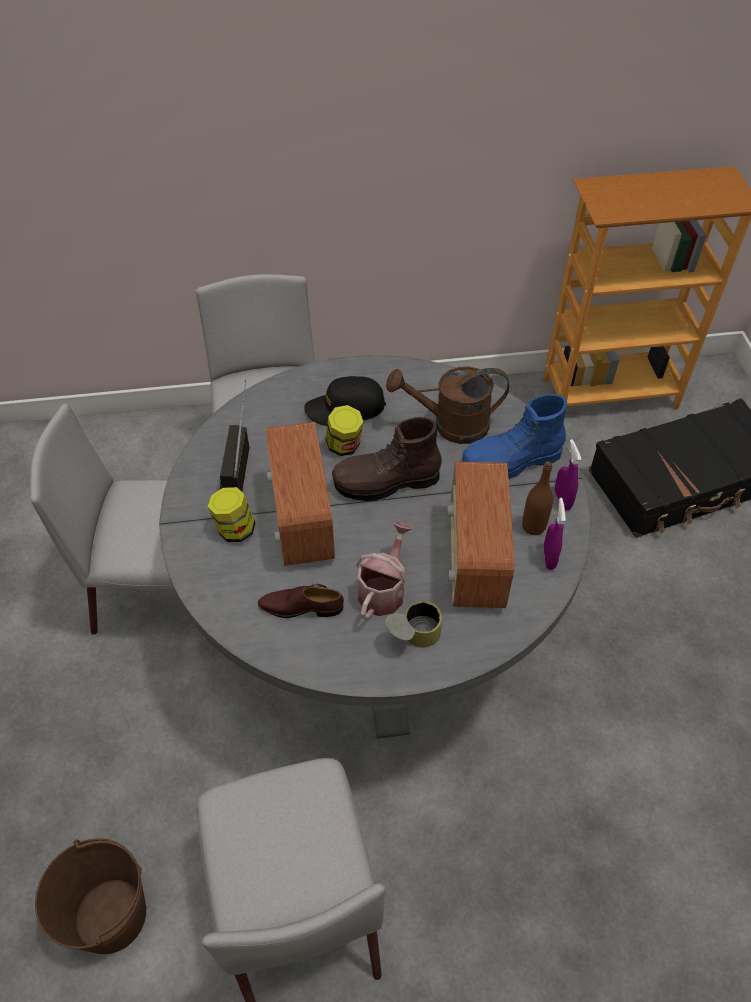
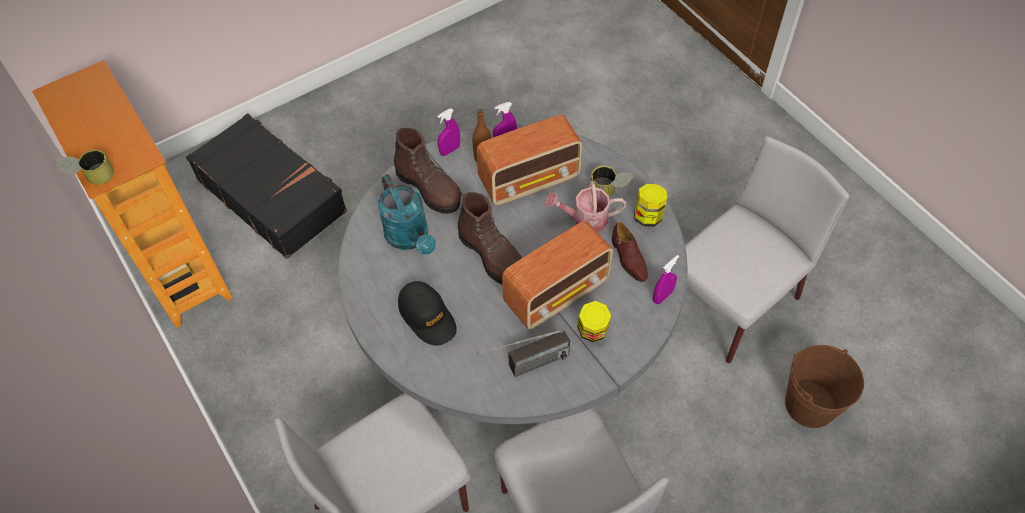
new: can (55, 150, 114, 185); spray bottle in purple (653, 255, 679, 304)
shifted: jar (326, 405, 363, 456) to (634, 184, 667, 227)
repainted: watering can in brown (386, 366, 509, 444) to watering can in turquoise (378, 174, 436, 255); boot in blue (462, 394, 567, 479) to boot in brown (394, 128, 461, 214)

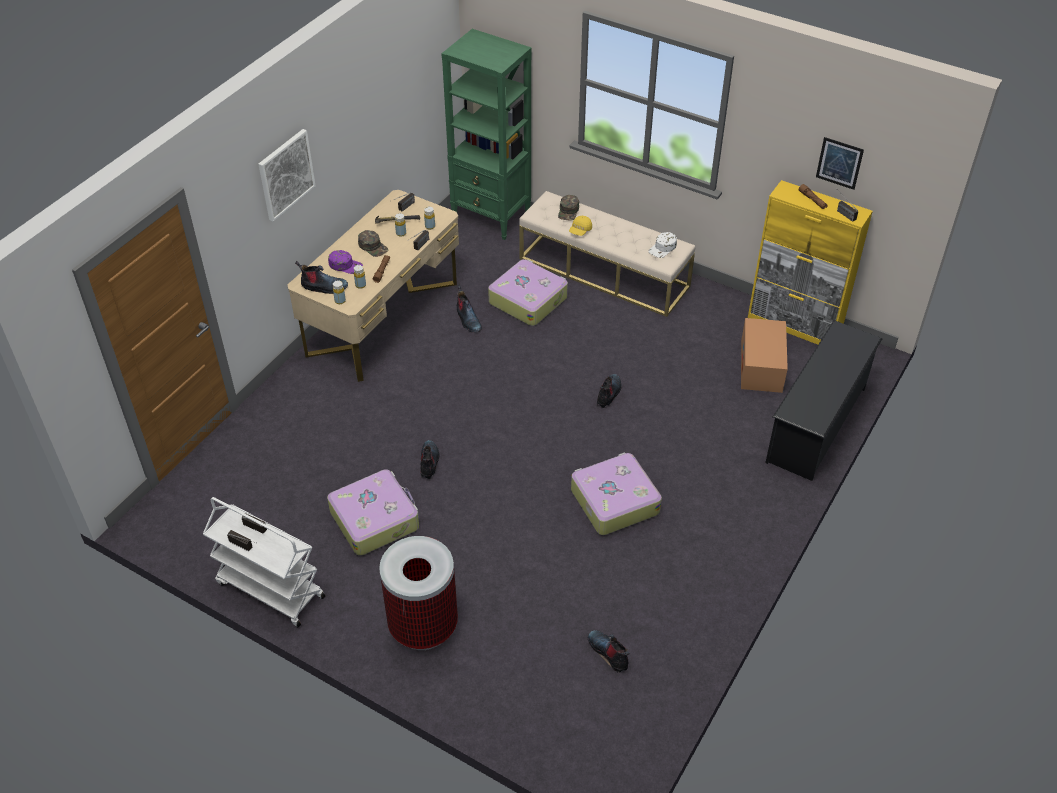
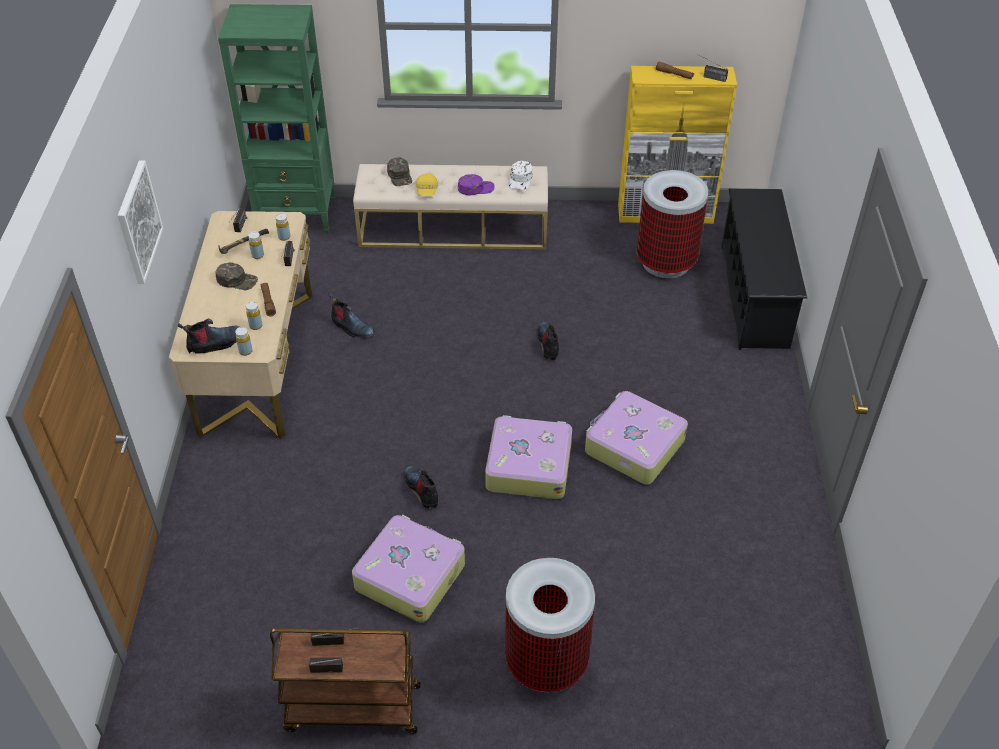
gone: boot (588, 630, 630, 673); picture (816, 137, 864, 190)
shifted: cap in purple (328, 250, 363, 274) to (458, 174, 495, 195); suitcase (488, 259, 568, 326) to (485, 415, 572, 499)
swapped: cardboard box (741, 318, 788, 393) to trash can (637, 170, 708, 278)
repainted: cart in white (203, 497, 325, 627) to cart in brown (270, 628, 421, 734)

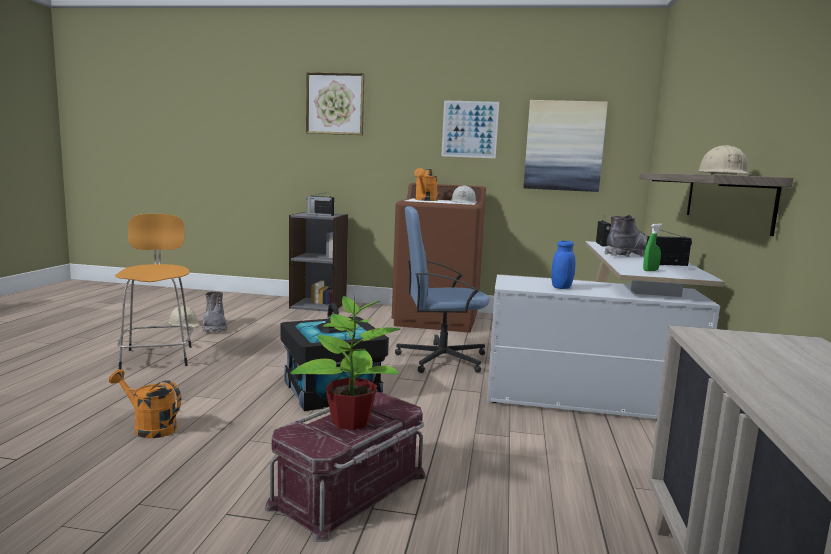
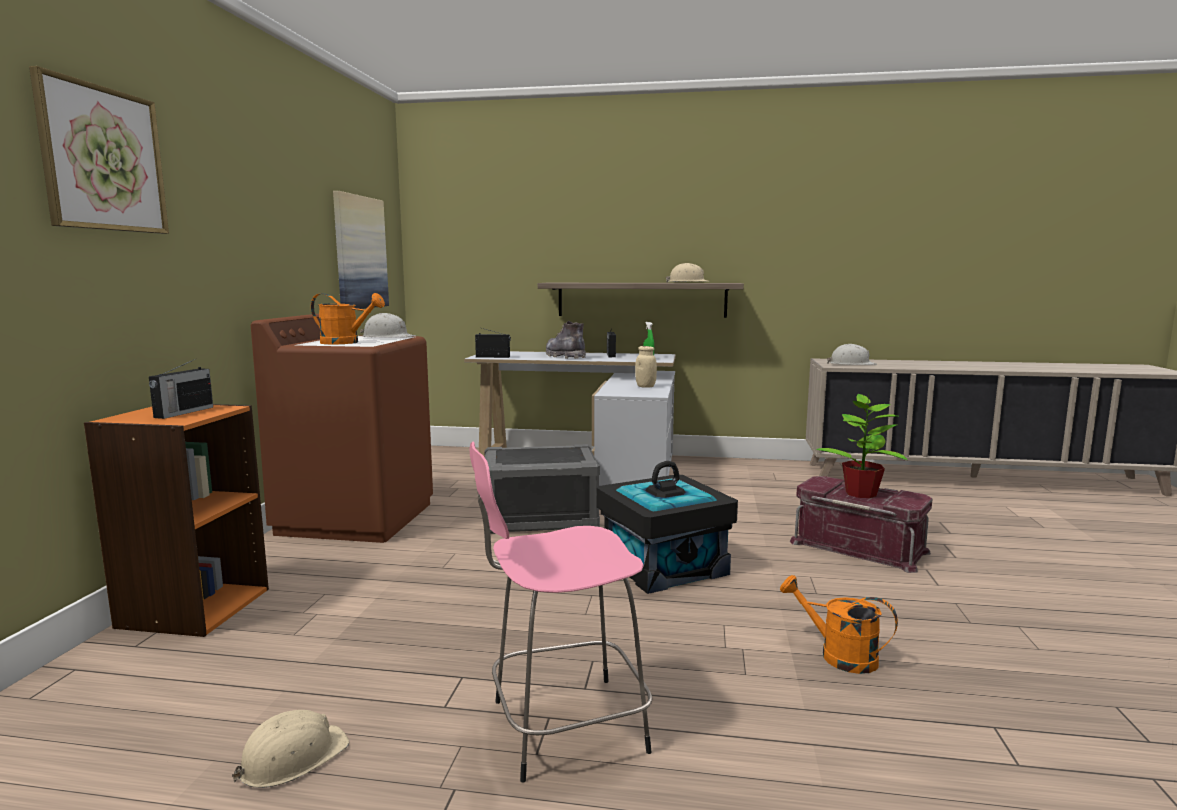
gone: boot in grey (202, 292, 227, 332); picture (441, 100, 499, 158)
new: hard hat in white (827, 344, 877, 365)
swapped: office chair in blue (395, 206, 490, 373) to storage box in grey (485, 444, 600, 534)
repainted: stool in orange (115, 214, 193, 369) to stool in pink (469, 442, 652, 783); bookcase in grey (289, 212, 348, 312) to bookcase in orange (84, 404, 269, 637); jar in blue (551, 241, 575, 289) to jar in beige (635, 346, 657, 388)
rotated: watering can in orange (109, 369, 181, 438) = (780, 575, 898, 674) 105 degrees clockwise

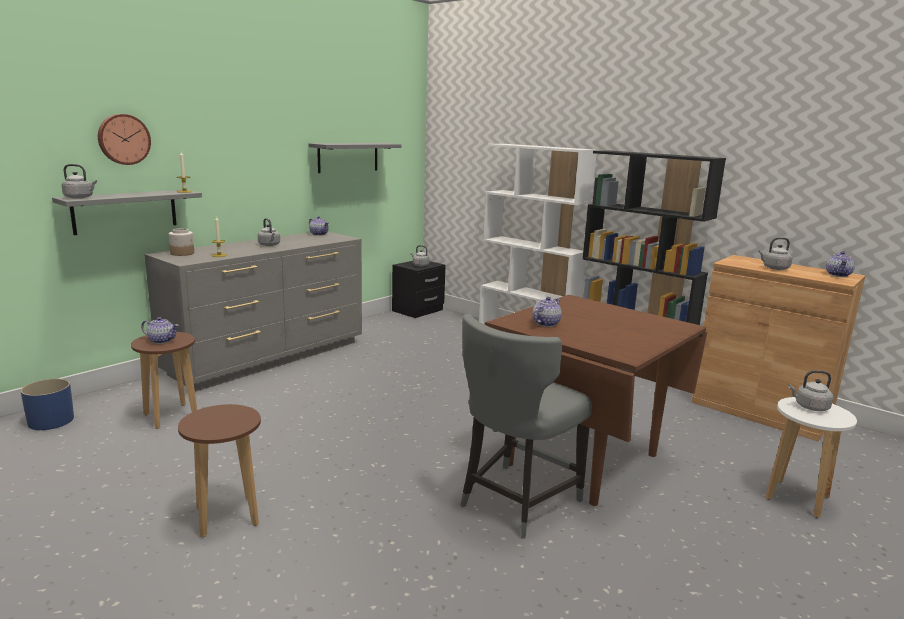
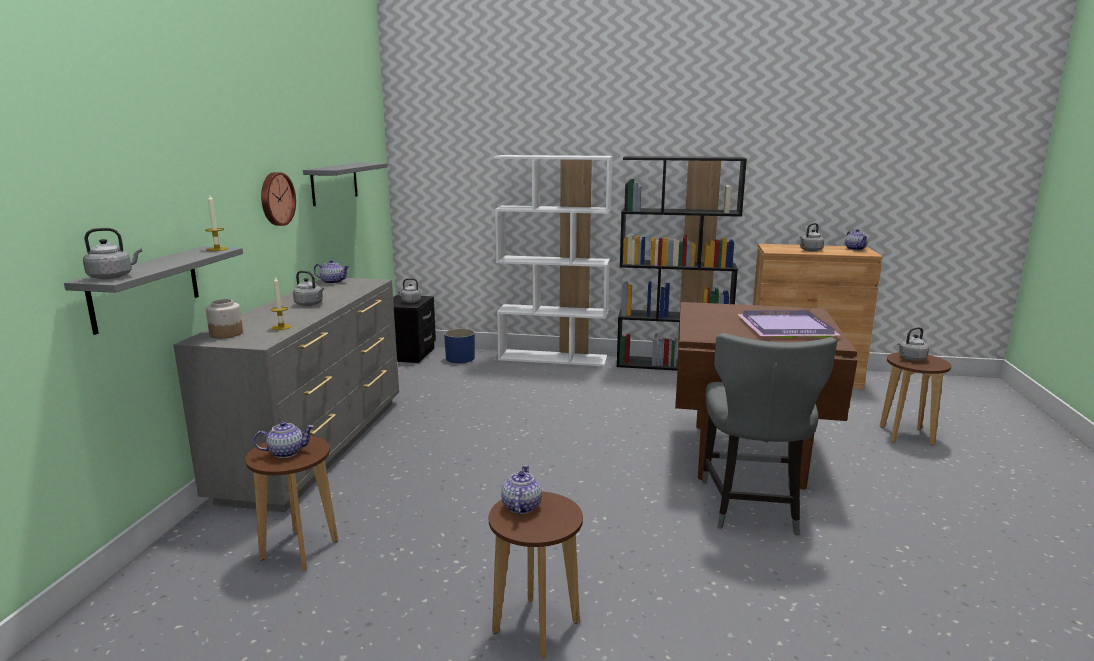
new: tray in purple (737, 310, 841, 338)
shifted: planter in blue (21, 379, 74, 430) to (444, 329, 475, 363); wall clock (98, 114, 151, 165) to (261, 172, 296, 226); teapot (532, 297, 562, 327) to (501, 465, 542, 514)
repainted: stool in white (766, 397, 857, 518) to stool in brown (880, 352, 951, 445)

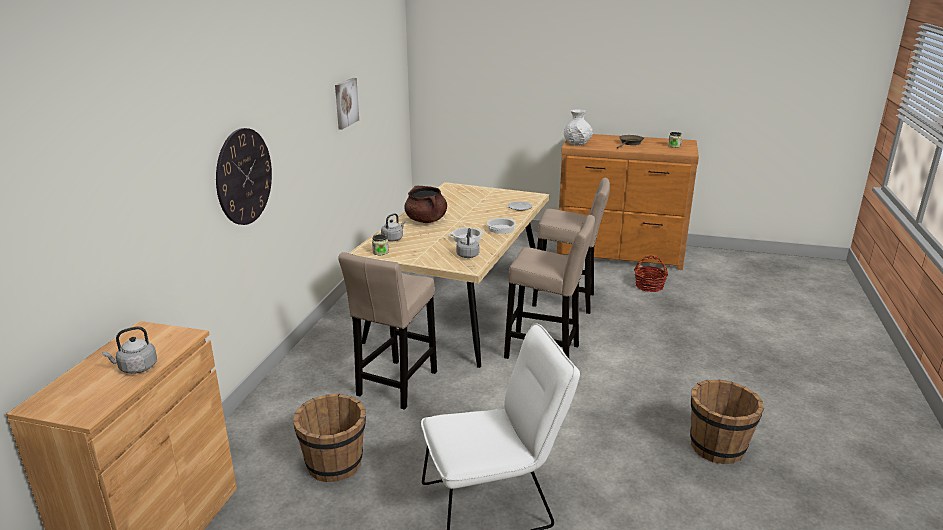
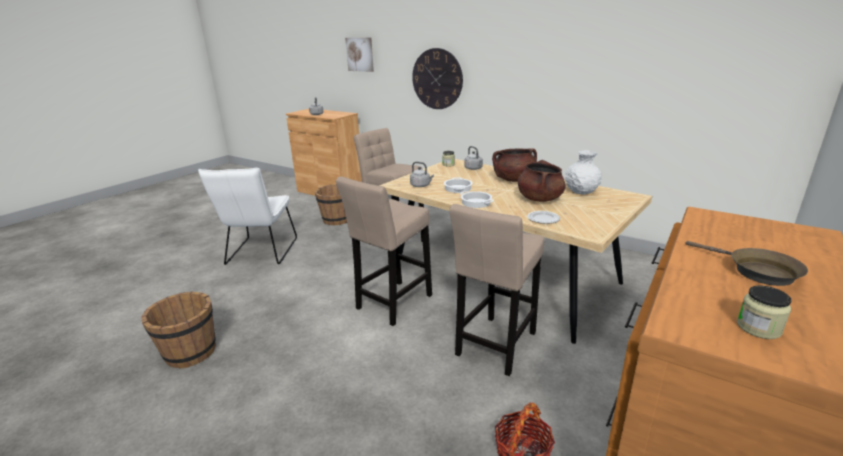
new: cooking pot in brown (518, 160, 566, 202)
shifted: picture (335, 78, 359, 130) to (345, 37, 374, 72); vase in white (564, 110, 593, 146) to (565, 150, 602, 194)

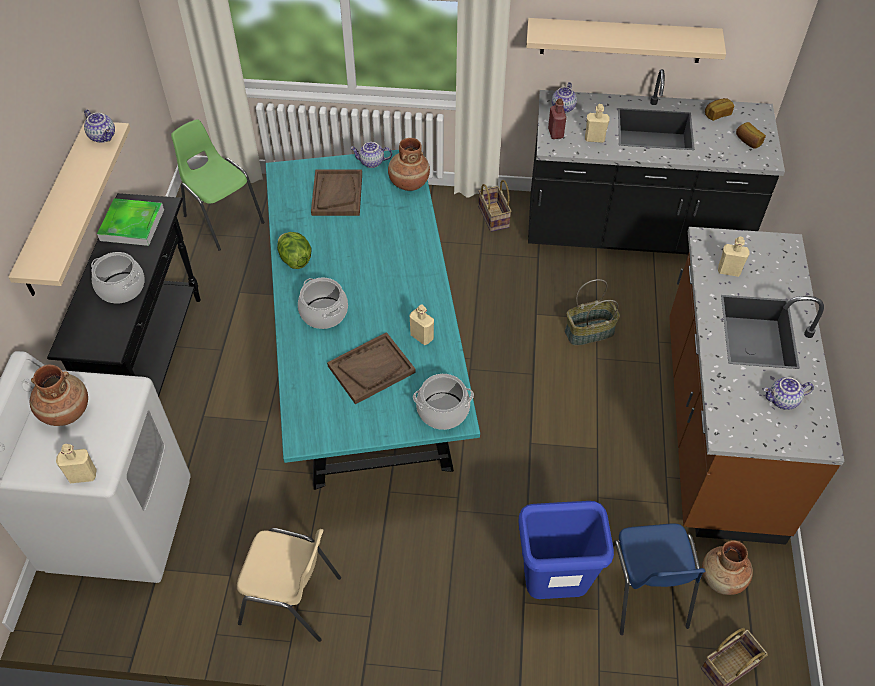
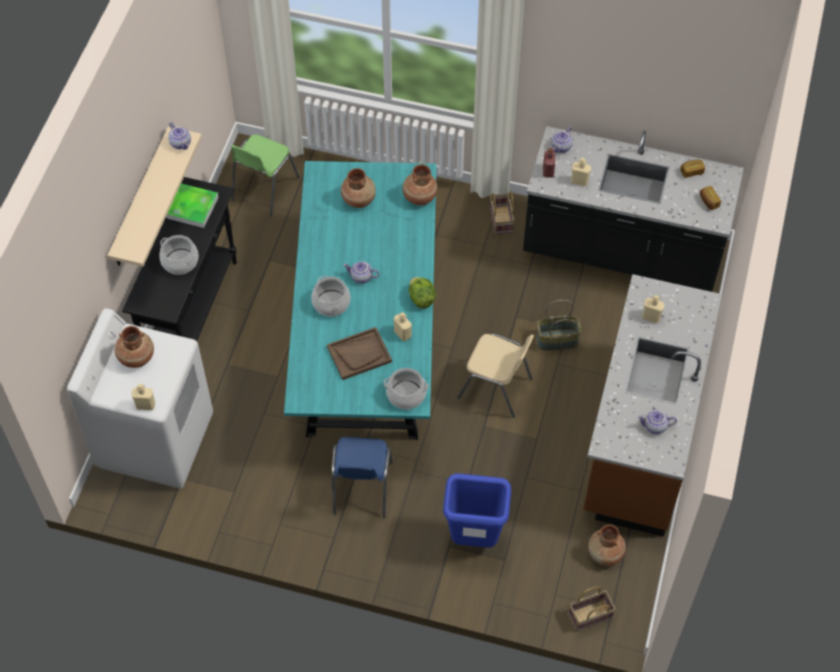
gone: shelf in beige (526, 18, 726, 63)
shifted: chair in beige (237, 528, 341, 642) to (457, 333, 534, 418); lettuce (277, 232, 312, 269) to (409, 277, 436, 309); teapot (350, 142, 392, 168) to (343, 261, 379, 284); chair in blue (613, 524, 706, 635) to (332, 437, 393, 518)
swapped: tray in brown (311, 169, 362, 216) to vase in brown (341, 168, 376, 208)
rotated: chair in green (171, 119, 264, 251) = (231, 134, 300, 216) 120 degrees counterclockwise

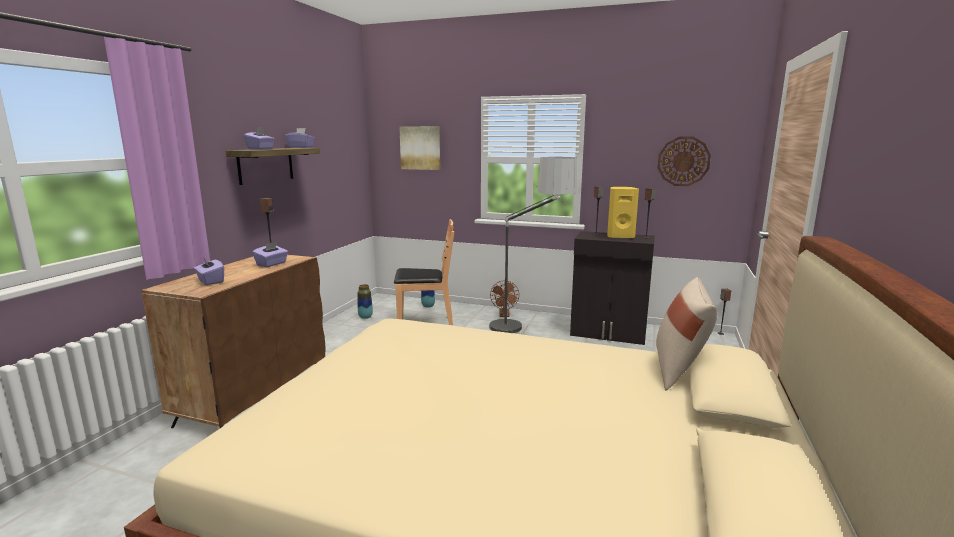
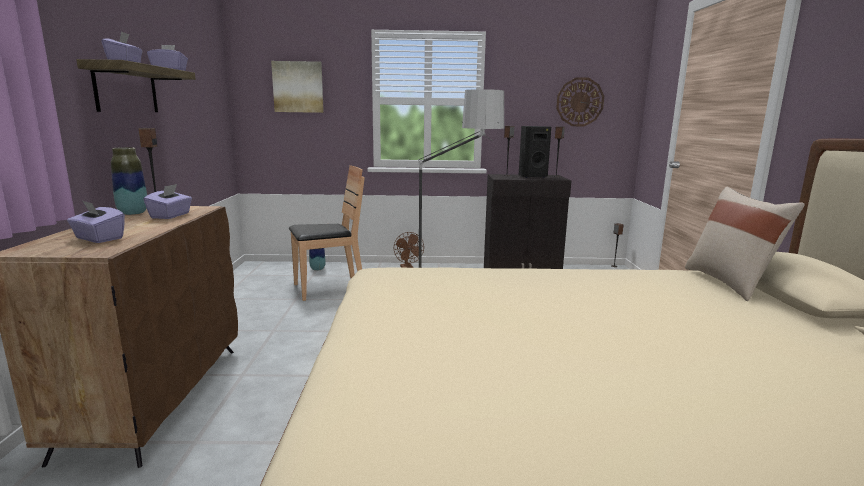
shifted: vase (358, 284, 373, 319) to (111, 147, 147, 215)
repainted: speaker in yellow (607, 187, 639, 239) to speaker in black (519, 126, 551, 178)

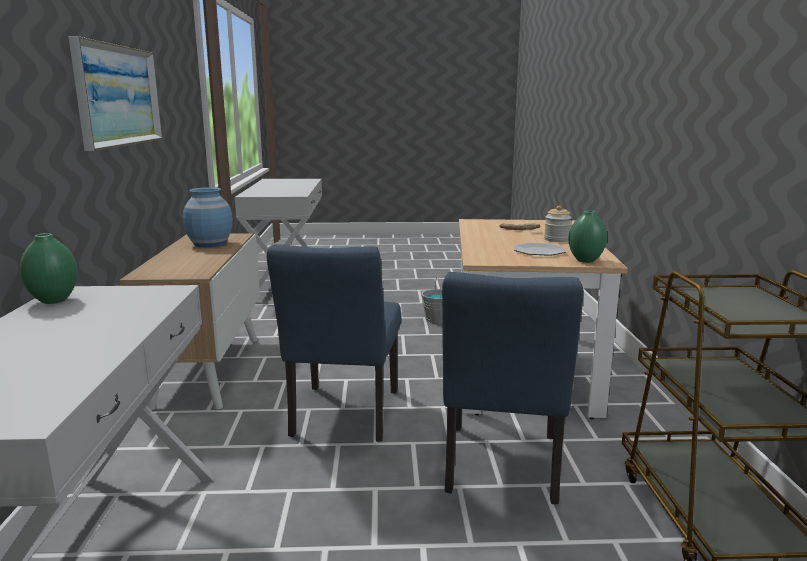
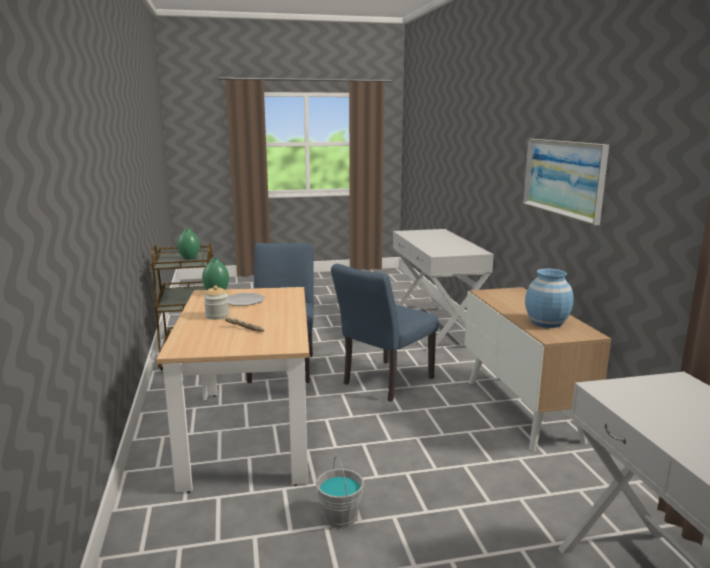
shifted: vase in green (20, 233, 78, 304) to (177, 229, 200, 260)
rotated: chair in blue (267, 244, 401, 442) = (331, 264, 438, 402) 135 degrees counterclockwise

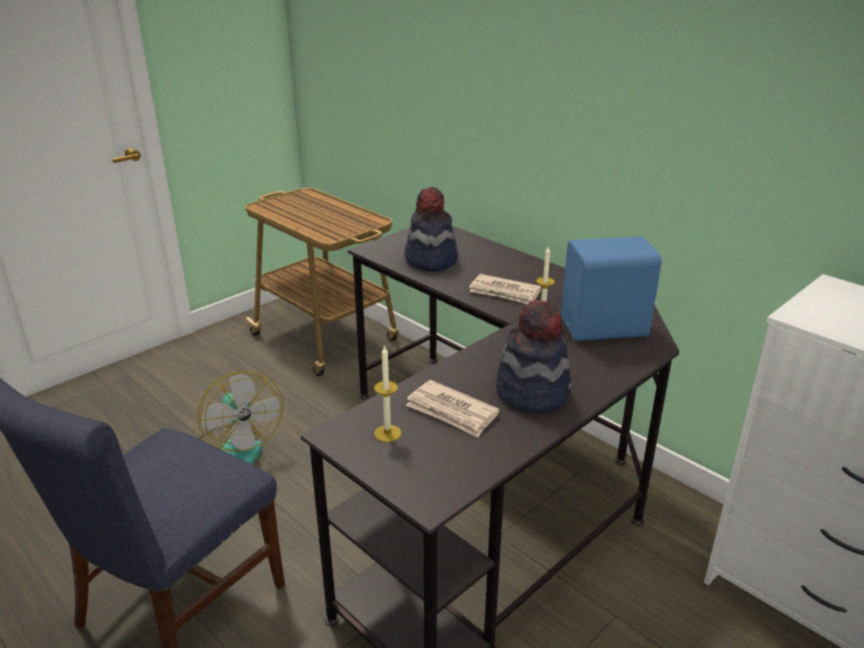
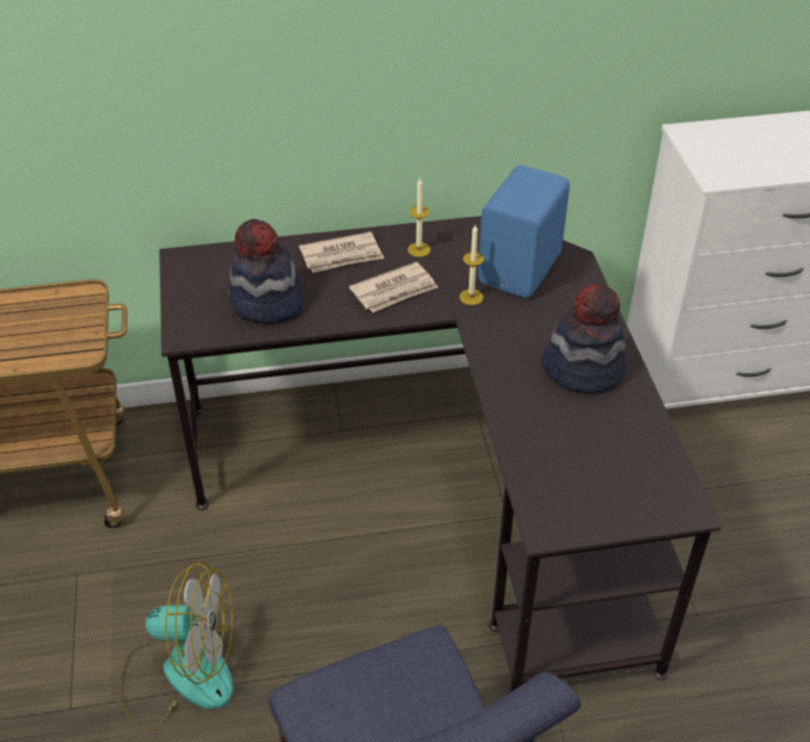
shifted: candle (374, 345, 401, 442) to (408, 178, 431, 257); newspaper (406, 380, 499, 437) to (299, 232, 384, 273)

